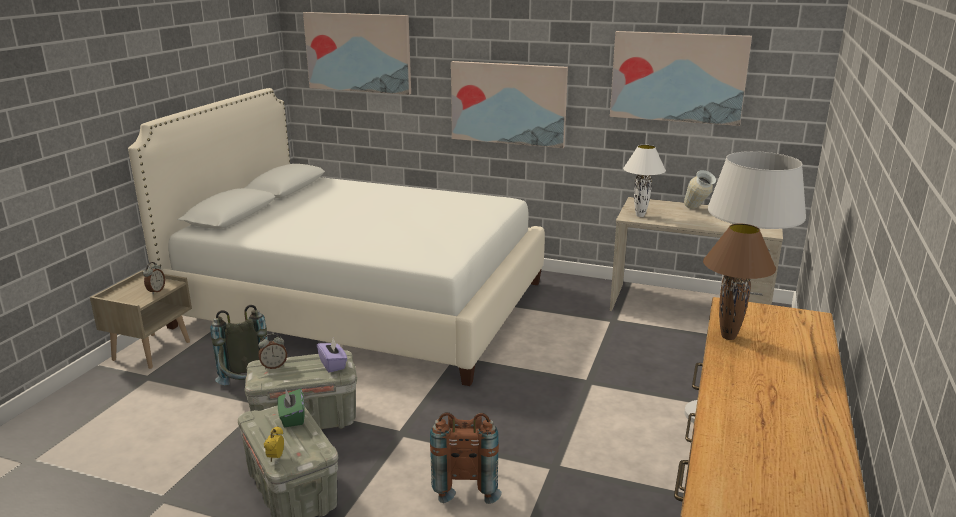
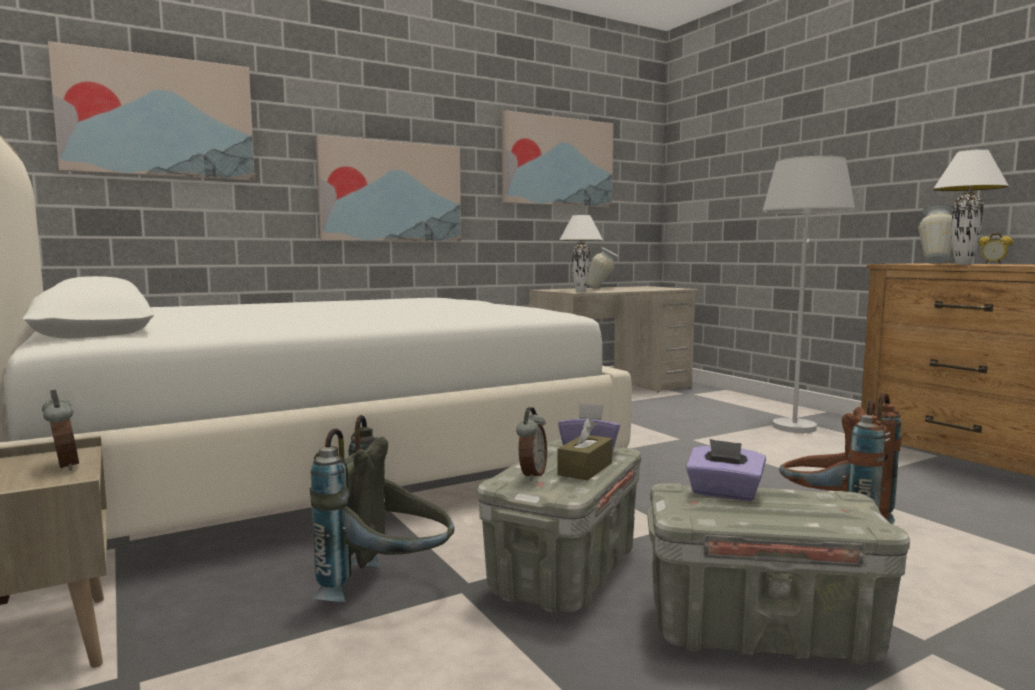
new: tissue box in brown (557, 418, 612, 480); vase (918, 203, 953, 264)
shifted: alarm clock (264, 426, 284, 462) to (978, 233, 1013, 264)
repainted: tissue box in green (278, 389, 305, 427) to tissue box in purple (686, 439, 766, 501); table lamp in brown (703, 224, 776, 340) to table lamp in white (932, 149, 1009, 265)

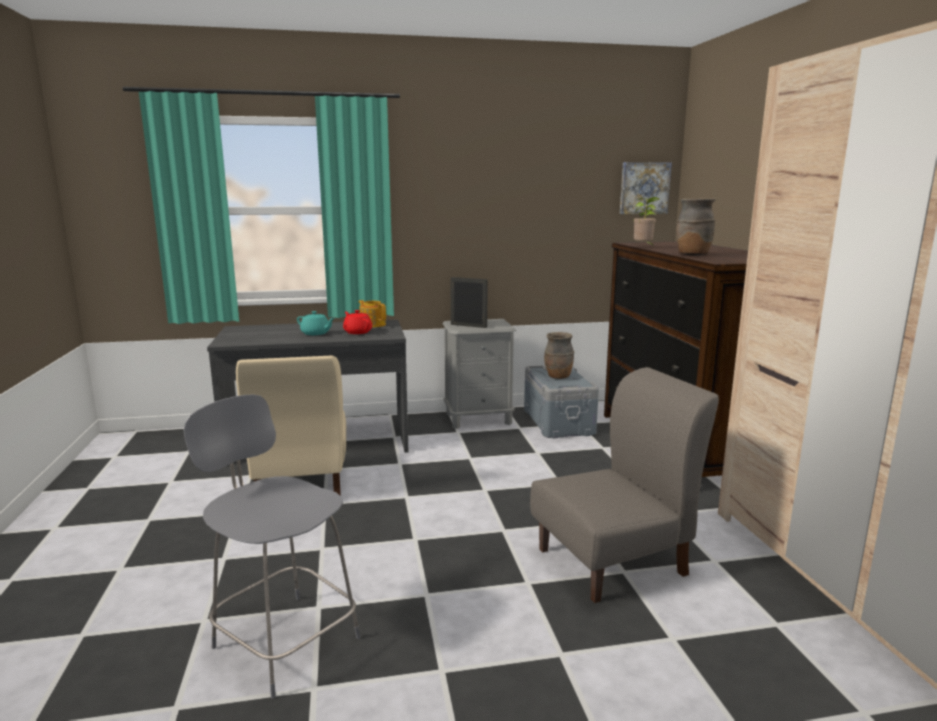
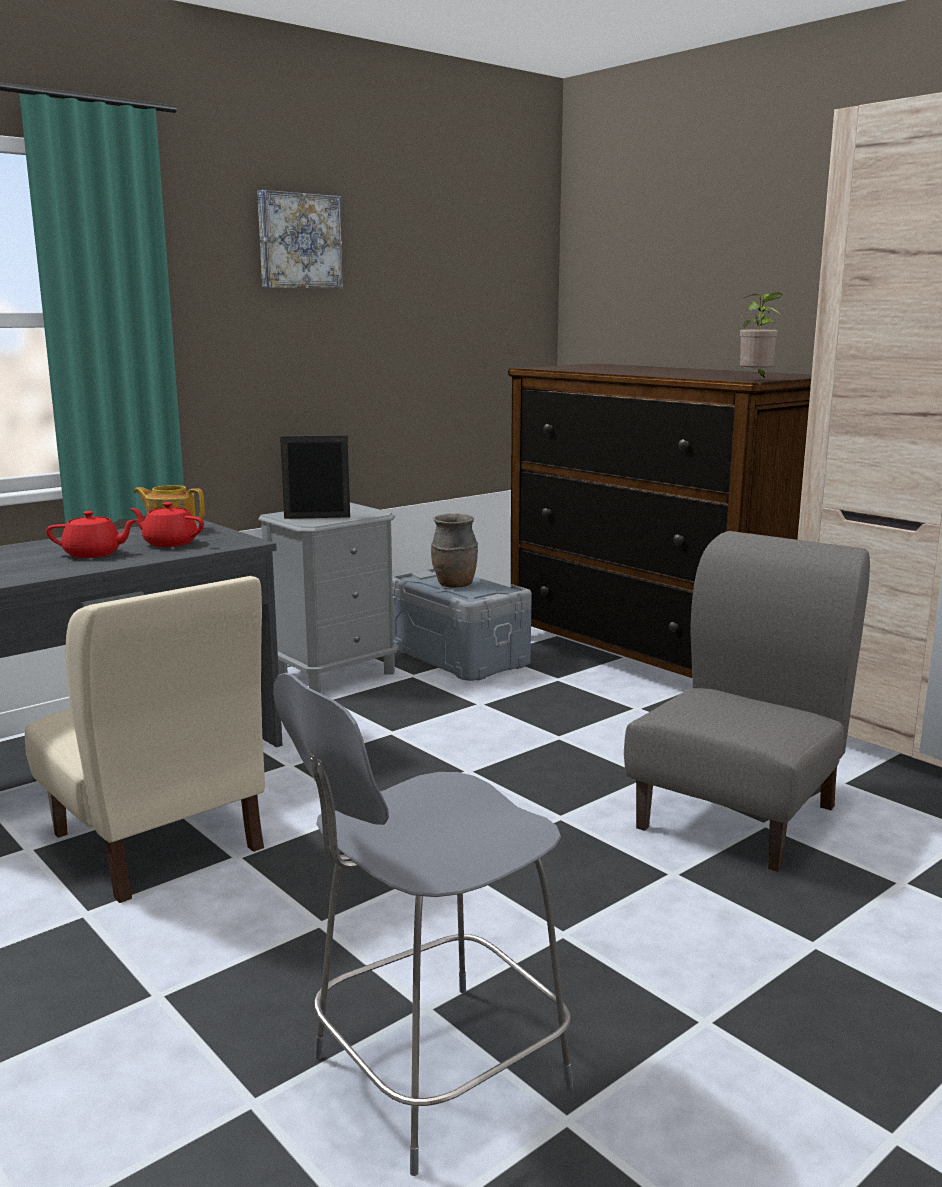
gone: vase in brown (676, 198, 715, 255)
shifted: picture (620, 162, 672, 214) to (257, 190, 343, 289); potted plant (634, 197, 659, 246) to (740, 292, 783, 378)
repainted: teapot in turquoise (297, 311, 335, 335) to teapot in red (46, 511, 138, 558)
rotated: chair in grey (184, 394, 360, 699) = (273, 673, 573, 1176) 45 degrees counterclockwise

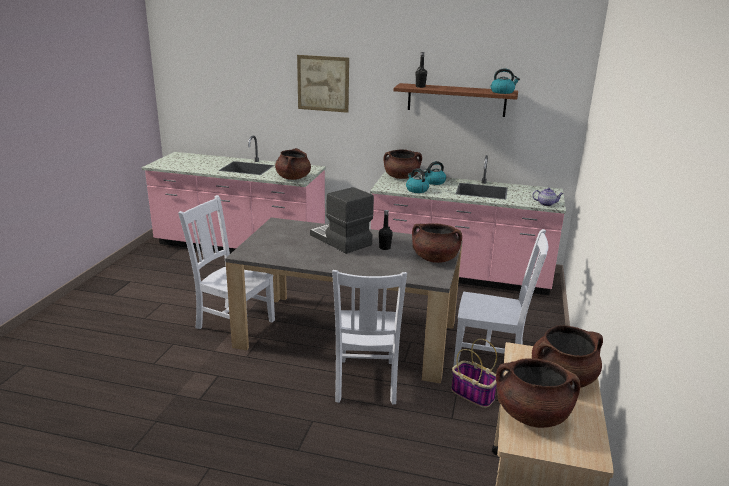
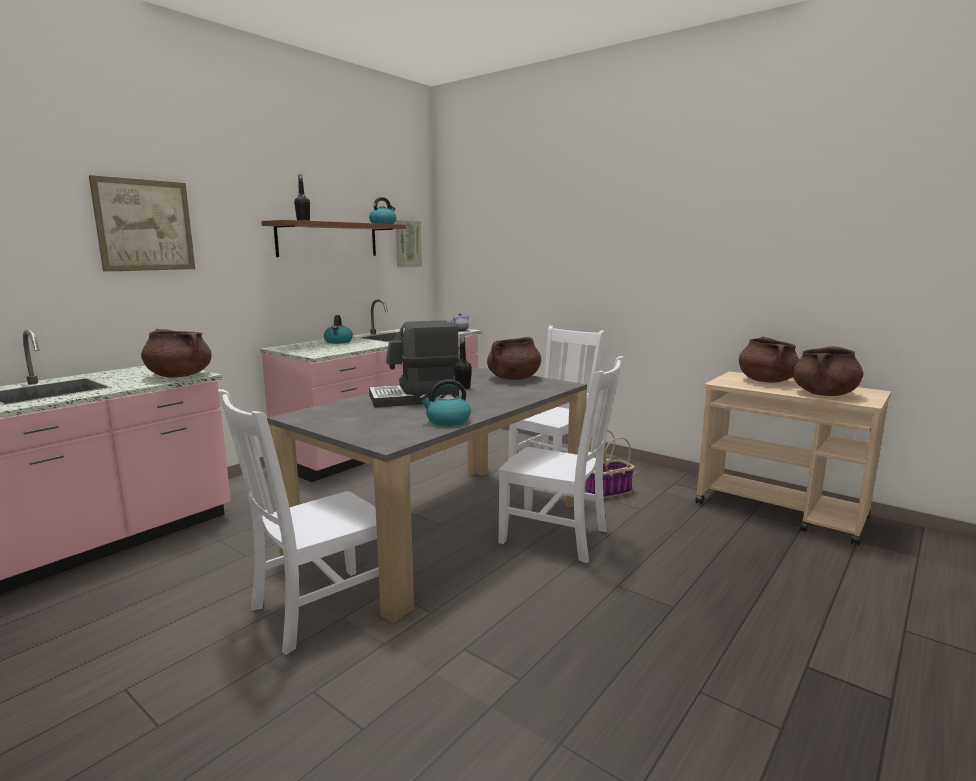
gone: cooking pot in brown (384, 149, 422, 179)
new: picture (396, 220, 422, 267)
shifted: kettle (406, 168, 429, 193) to (419, 379, 471, 426)

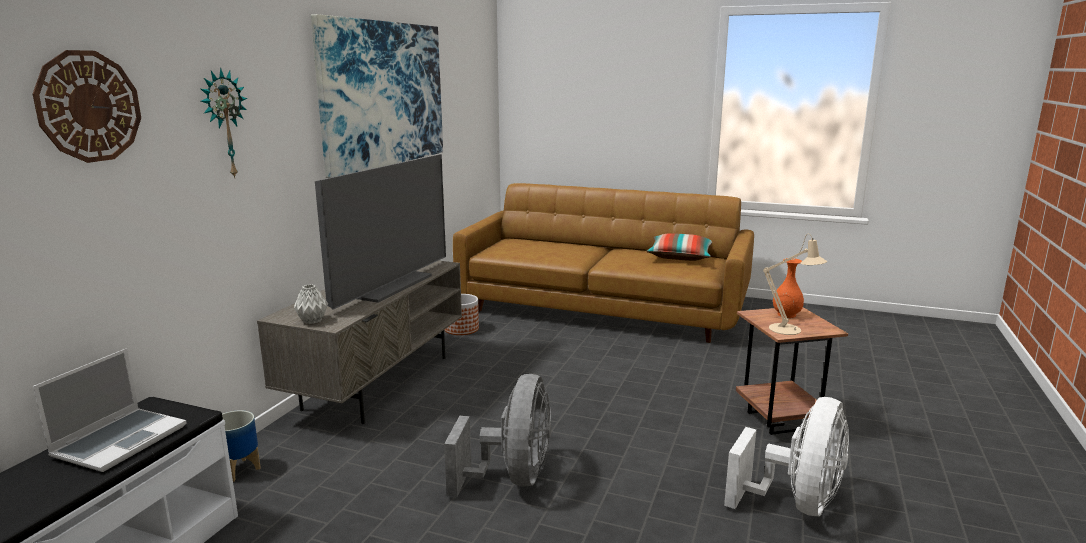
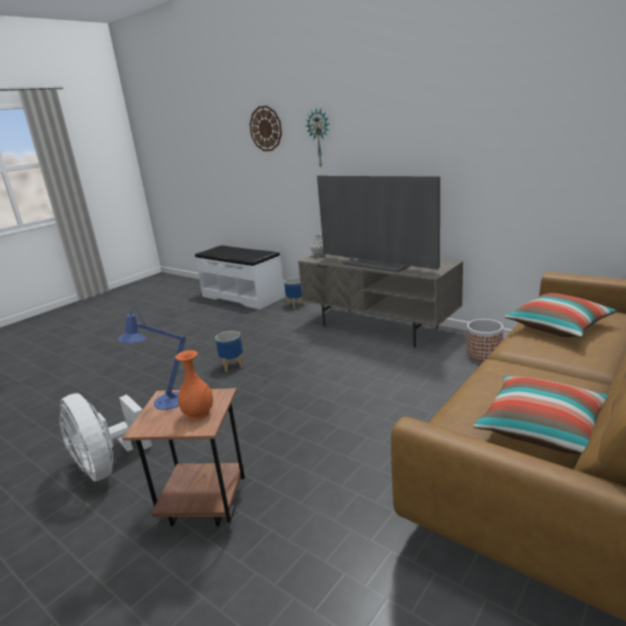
gone: laptop (33, 348, 186, 472); picture (311, 14, 443, 178)
new: pillow (504, 293, 617, 337)
swapped: fan in grey (444, 374, 552, 497) to planter (215, 331, 244, 372)
repainted: table lamp in beige (763, 234, 827, 335) to table lamp in blue (118, 307, 186, 410)

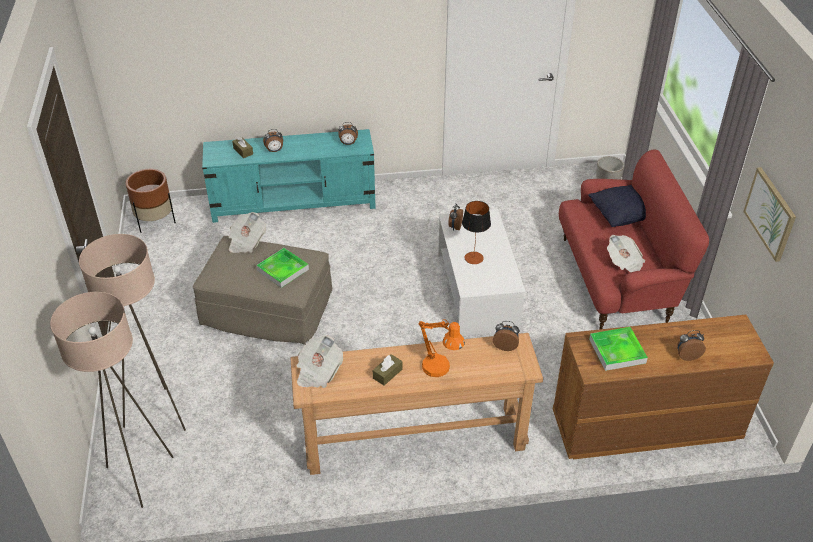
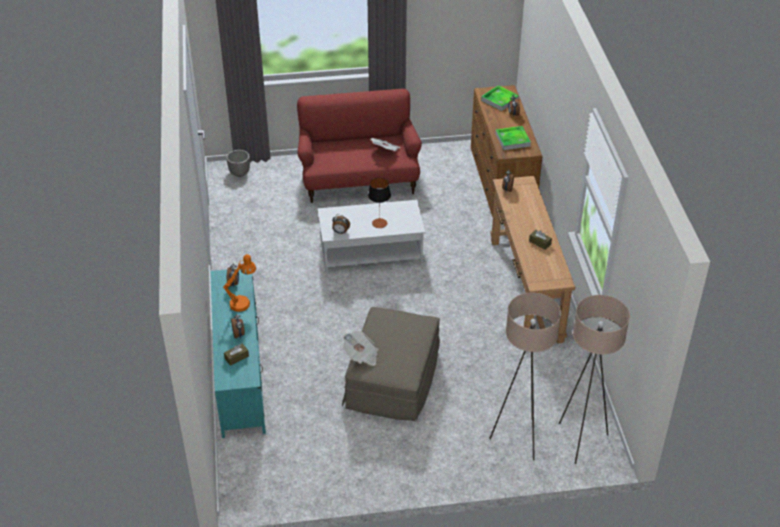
gone: planter in brown (126, 169, 176, 233); newspaper (297, 335, 343, 388); pillow in black (588, 185, 646, 227); picture (743, 167, 796, 262)
shifted: tray (256, 248, 309, 288) to (481, 85, 519, 111); table lamp in orange (419, 319, 465, 377) to (223, 254, 256, 312)

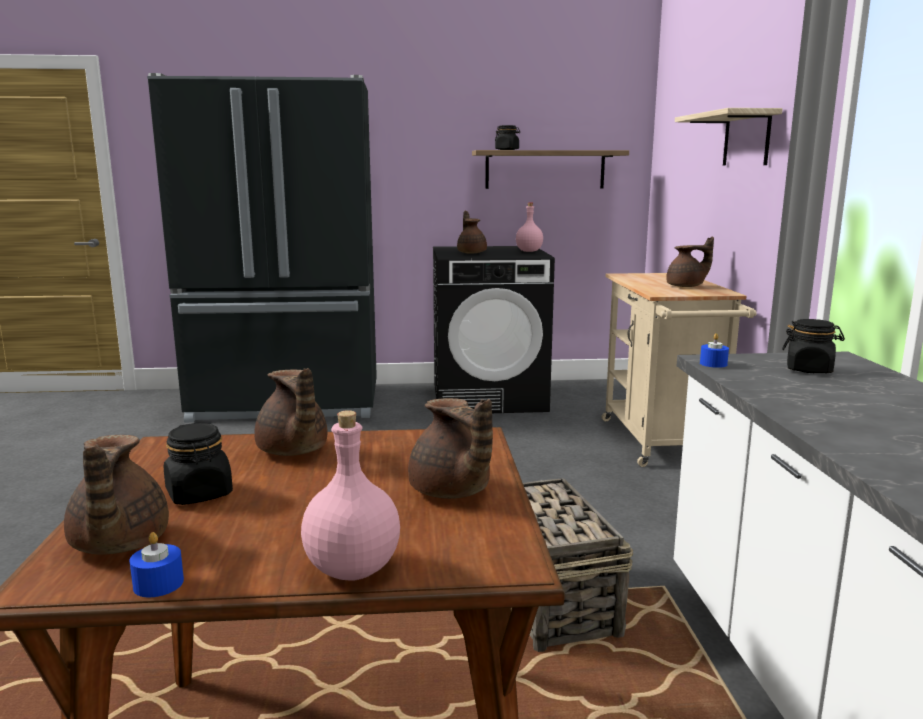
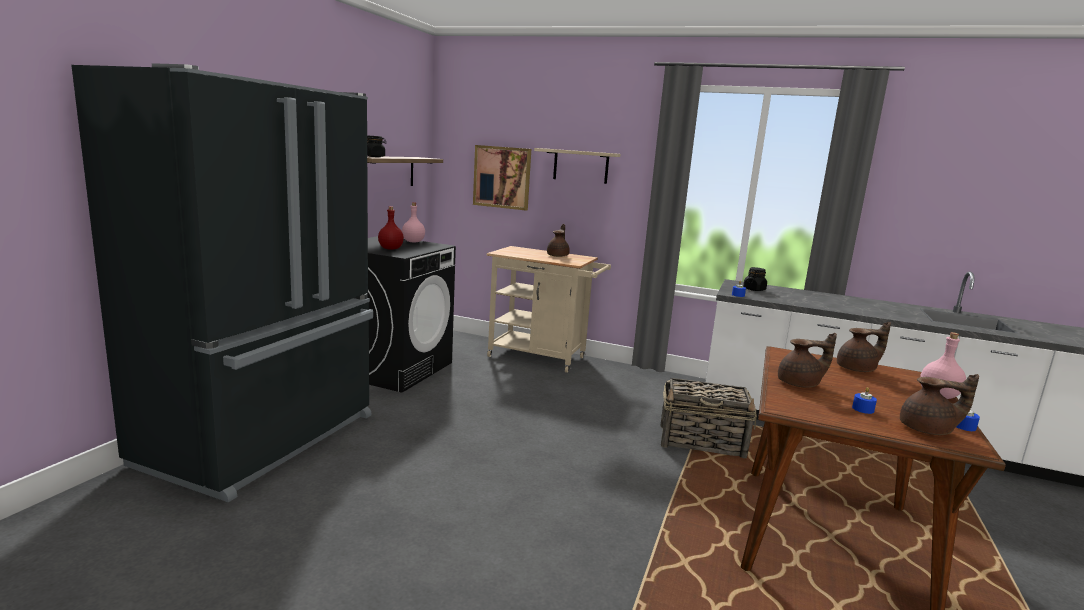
new: picture (473, 145, 531, 211)
swapped: jar in black (164, 423, 233, 505) to candle in blue (852, 387, 877, 414); teapot in brown (457, 211, 487, 254) to bottle in red (378, 206, 404, 250)

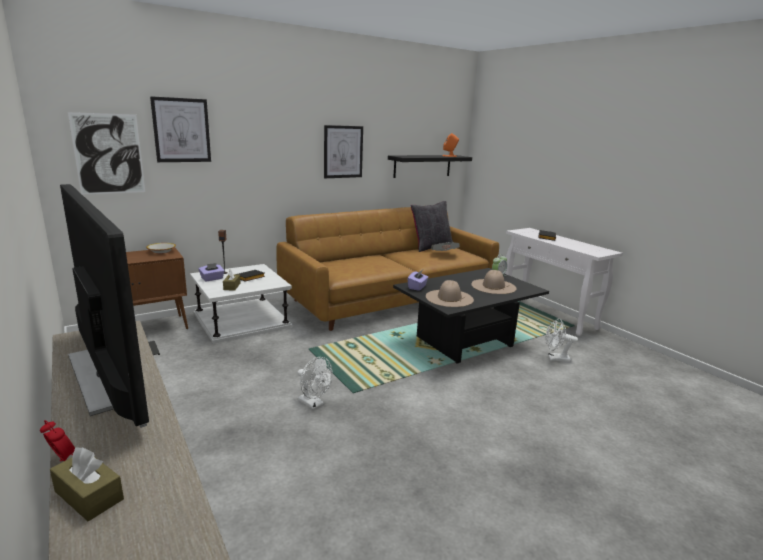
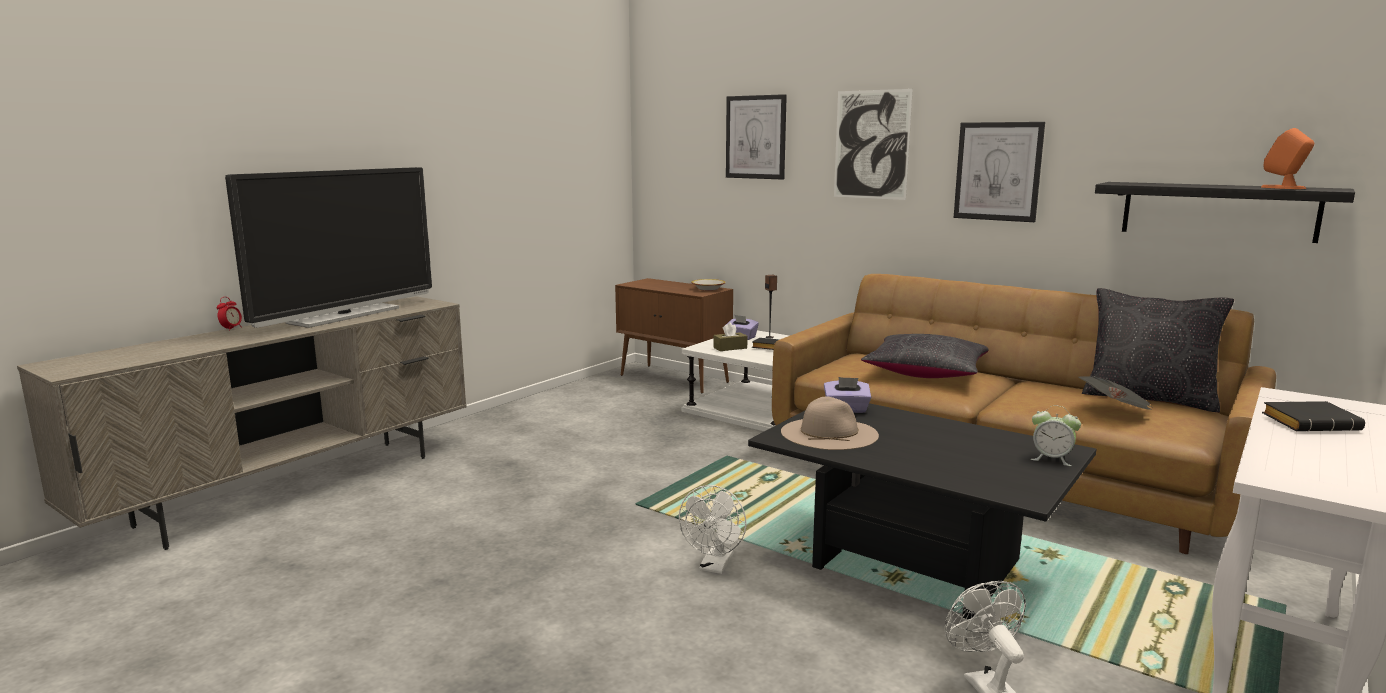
gone: tissue box in brown (50, 447, 124, 521); hat in beige (471, 270, 516, 294)
new: pillow in black (861, 334, 988, 378)
shifted: picture (68, 112, 145, 195) to (834, 89, 913, 200); fan in white (298, 357, 332, 410) to (679, 485, 747, 574)

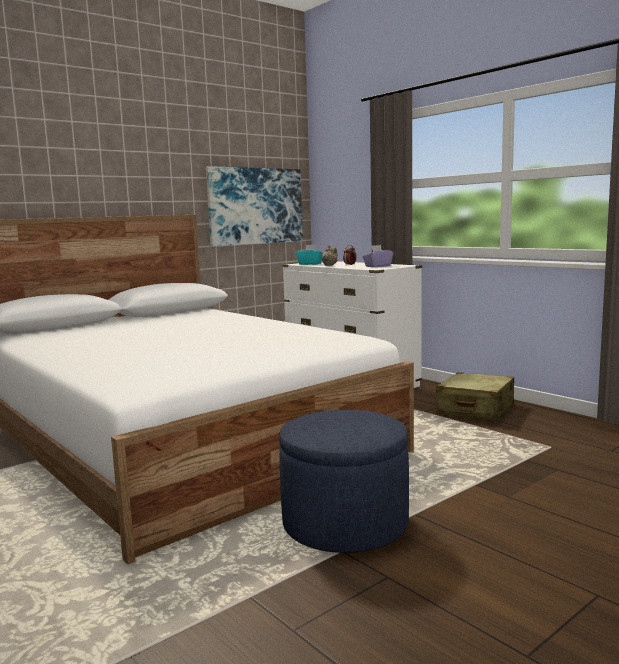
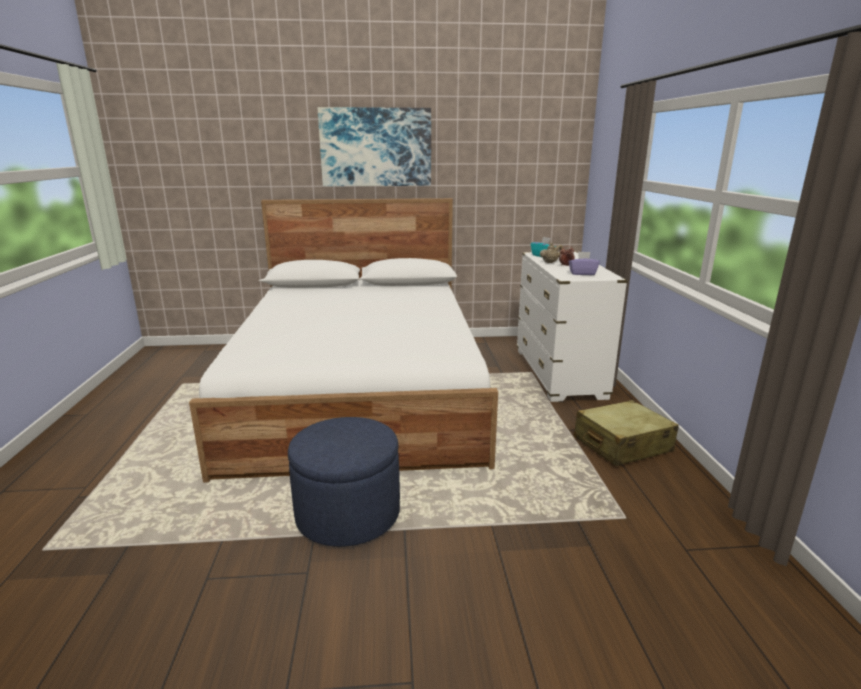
shifted: picture (206, 166, 303, 246) to (317, 107, 431, 186)

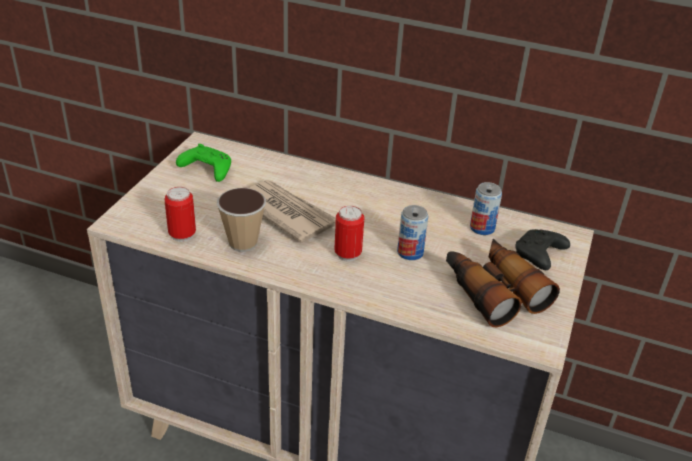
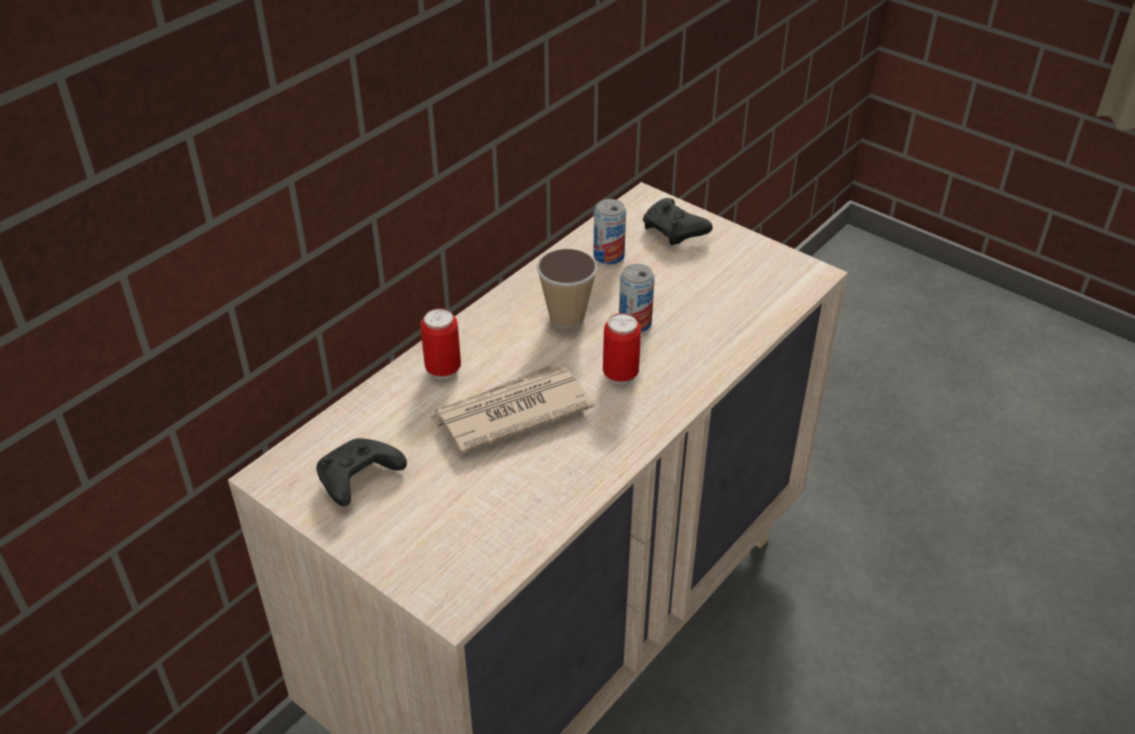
gone: binoculars (446, 239, 560, 327)
shifted: can (164, 187, 196, 242) to (421, 308, 461, 379); cup (217, 188, 266, 252) to (536, 249, 598, 329)
repainted: game controller in green (176, 144, 231, 182) to game controller in black (317, 438, 407, 506)

